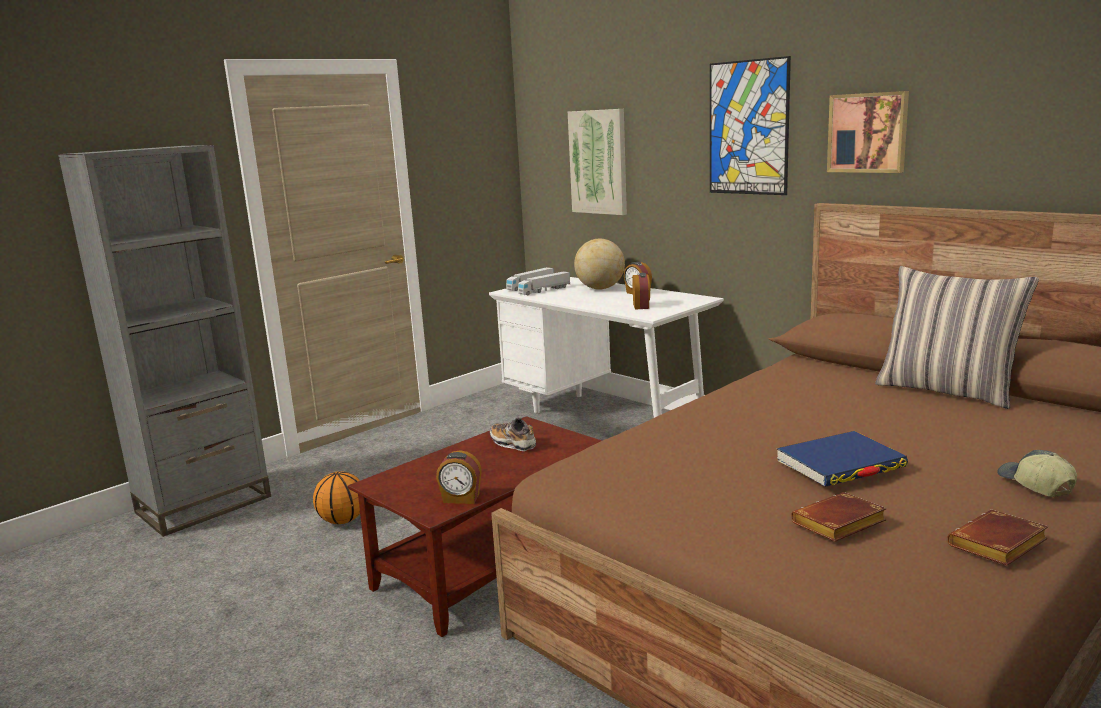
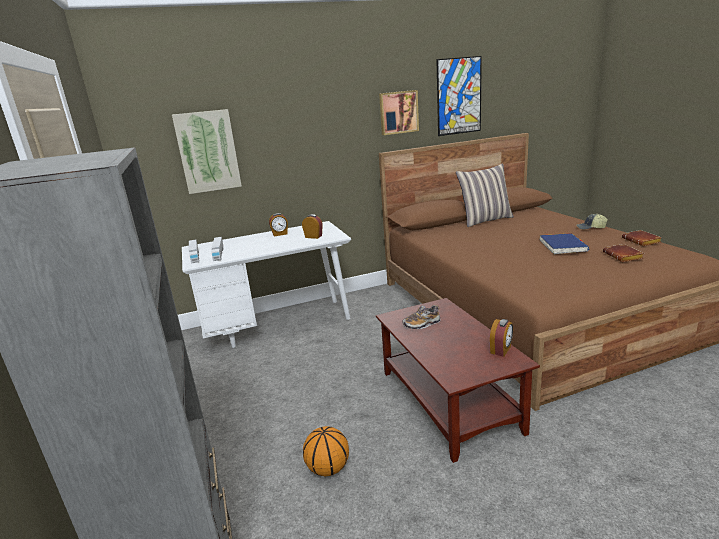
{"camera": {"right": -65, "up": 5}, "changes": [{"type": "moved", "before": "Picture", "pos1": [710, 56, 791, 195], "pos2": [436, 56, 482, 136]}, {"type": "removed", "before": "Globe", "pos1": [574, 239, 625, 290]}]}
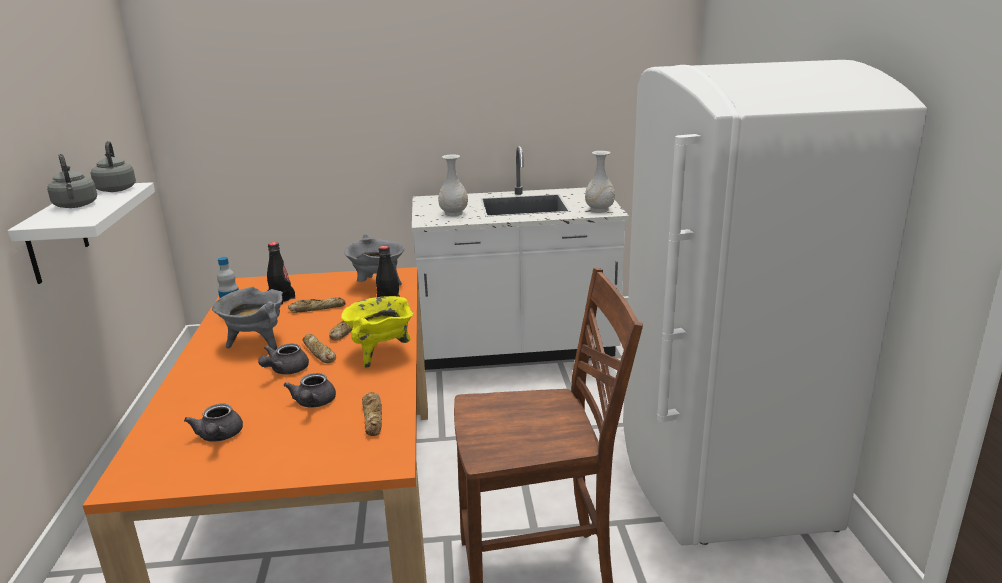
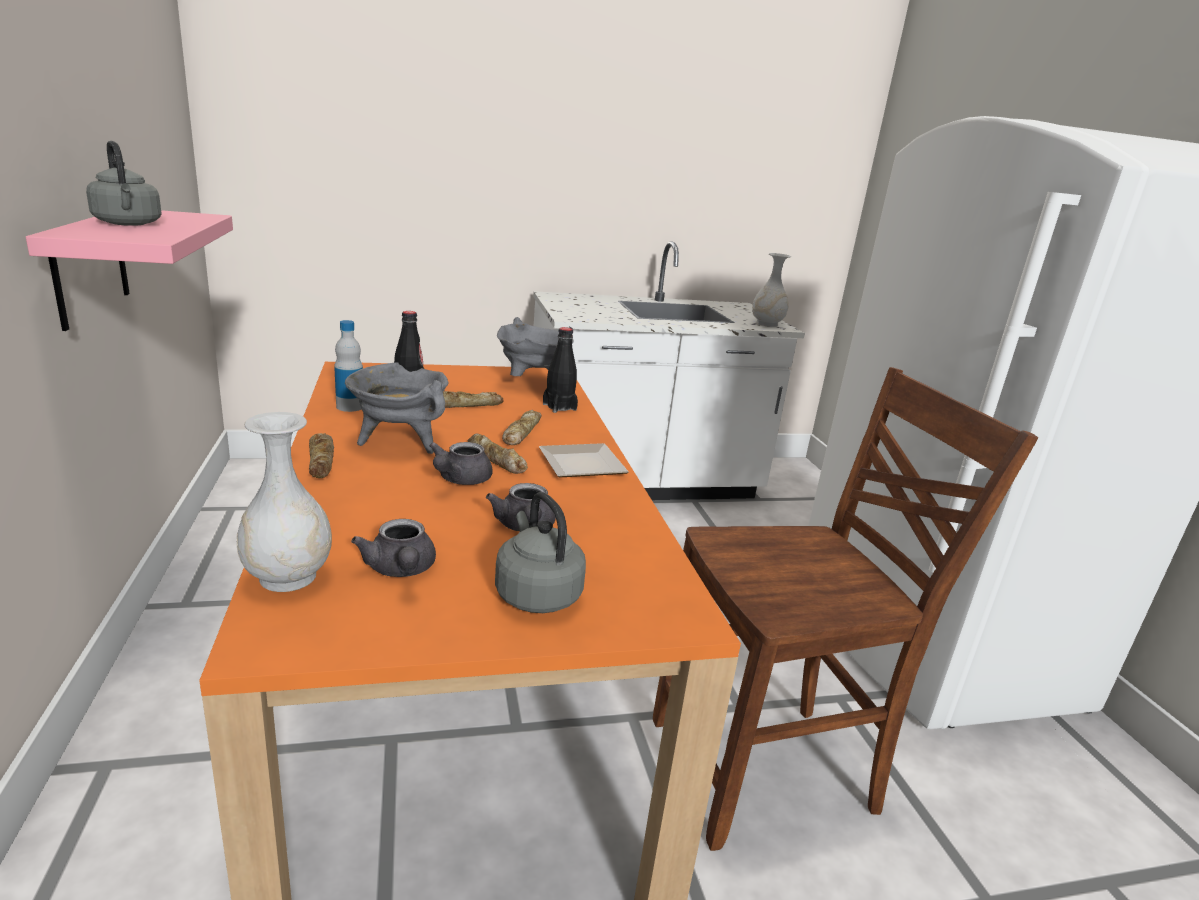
{"camera": {"right": -10, "up": 0}, "changes": [{"type": "moved", "before": "GreyishWaterKettle", "pos1": [91, 141, 136, 192], "pos2": [495, 492, 586, 613]}, {"type": "moved", "before": "WhitishFlowerVase", "pos1": [438, 154, 468, 216], "pos2": [236, 412, 332, 592]}, {"type": "recoloured", "before": "WhitishShelf", "after": "PinkShelf", "pos1": [8, 182, 155, 284], "pos2": [26, 210, 233, 331]}, {"type": "replaced", "before": "YellowishSaucepot", "after": "DinnerPlate", "pos1": [341, 296, 414, 368], "pos2": [539, 443, 629, 477]}, {"type": "moved", "before": "BakedBread", "pos1": [362, 392, 382, 436], "pos2": [309, 433, 334, 478]}]}
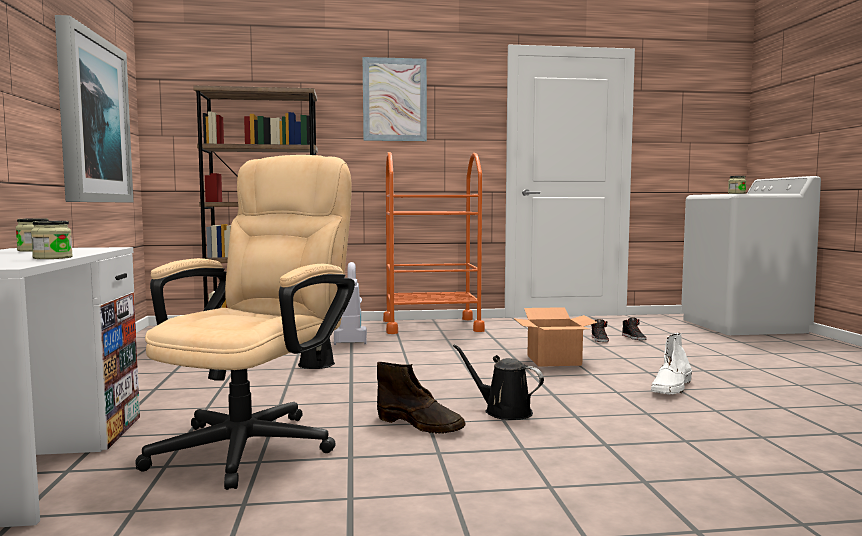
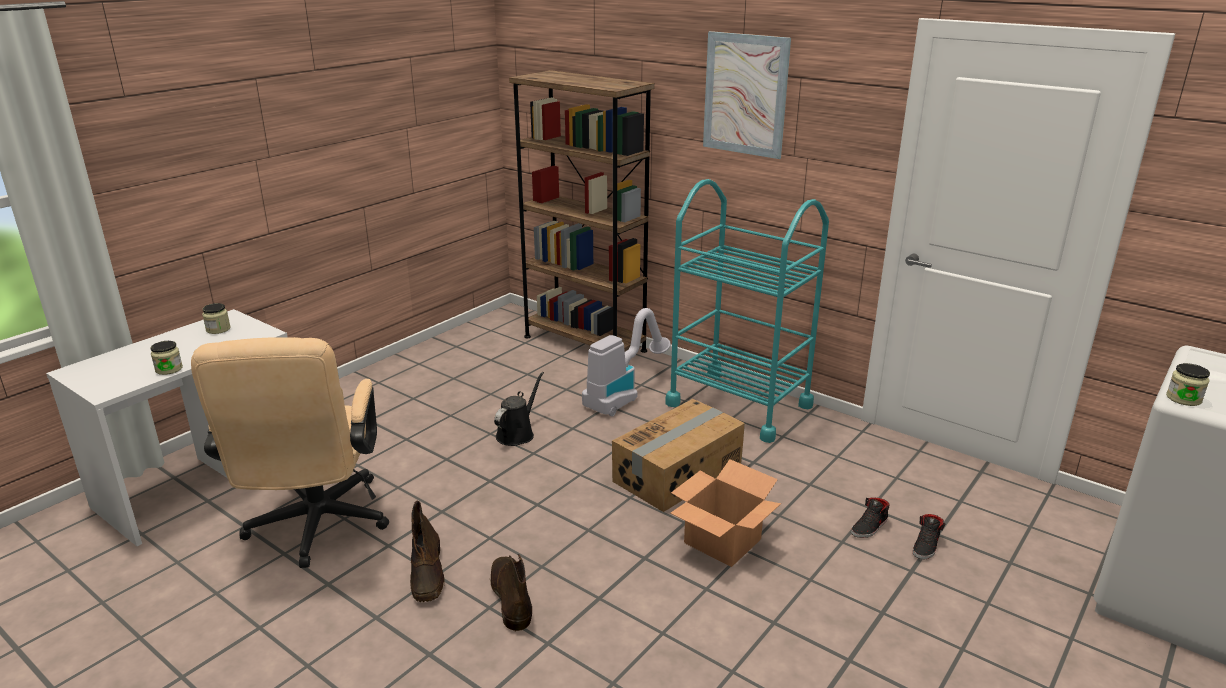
{"camera": {"right": 45, "up": 20}, "changes": [{"type": "removed", "before": "Picture", "pos1": [55, 15, 133, 202]}, {"type": "recoloured", "before": "OrangeyWheeledCart", "after": "TurquoiseWheeledCart", "pos1": [383, 152, 485, 334], "pos2": [665, 179, 829, 443]}, {"type": "turned", "before": "BeigeOfficeChair", "pos1": [135, 155, 355, 490], "pos2": [191, 337, 389, 568], "turn": 105}, {"type": "removed", "before": "WhitishHighTopBoot", "pos1": [651, 333, 692, 395]}, {"type": "replaced", "before": "BlackWateringCan", "after": "BrownColouredHighTopBoot", "pos1": [453, 344, 544, 420], "pos2": [490, 554, 532, 631]}, {"type": "added", "after": "PackingBox", "pos2": [612, 399, 745, 512]}]}
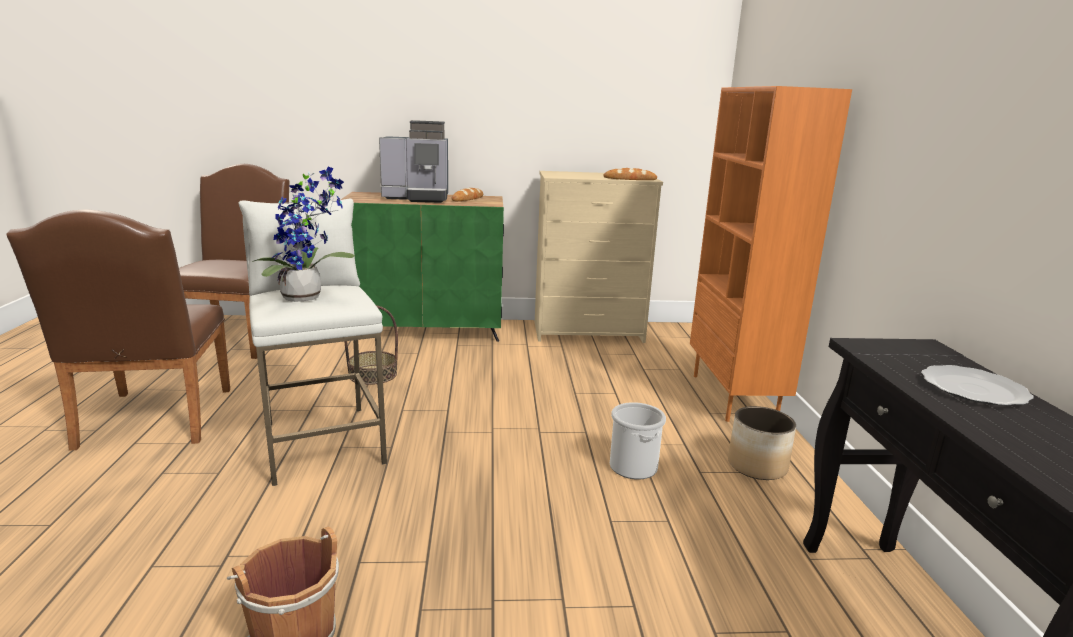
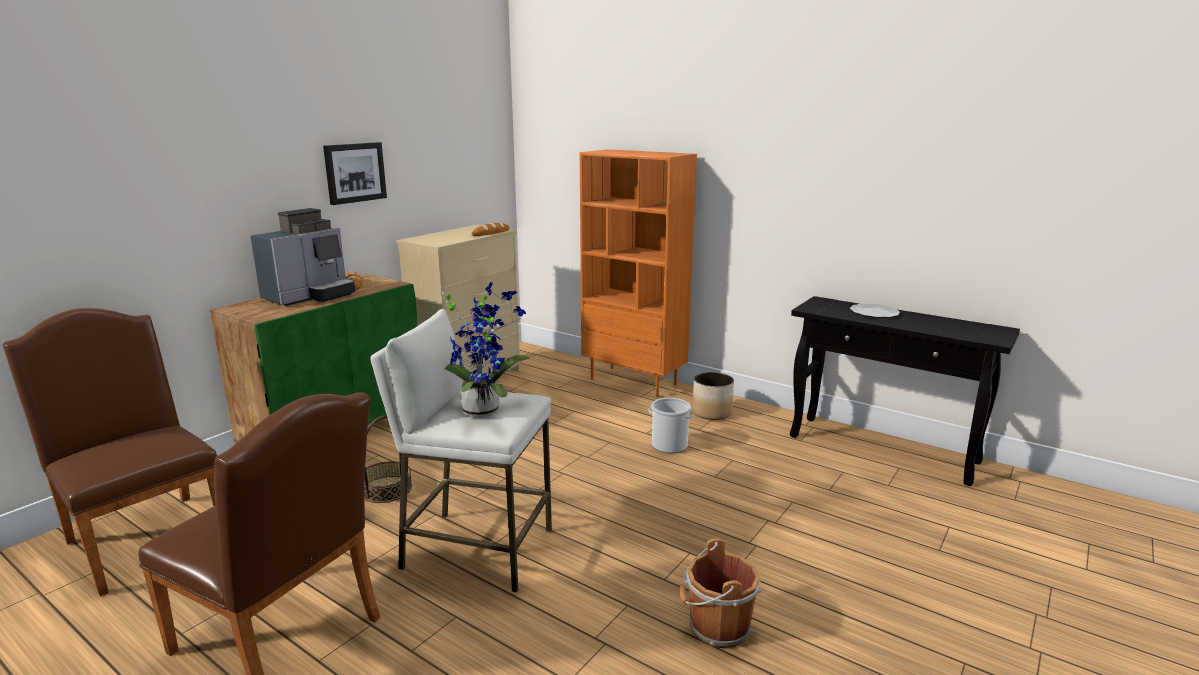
{"camera": {"right": -50, "up": 0}, "changes": [{"type": "added", "after": "Picture", "pos2": [323, 142, 387, 205]}]}
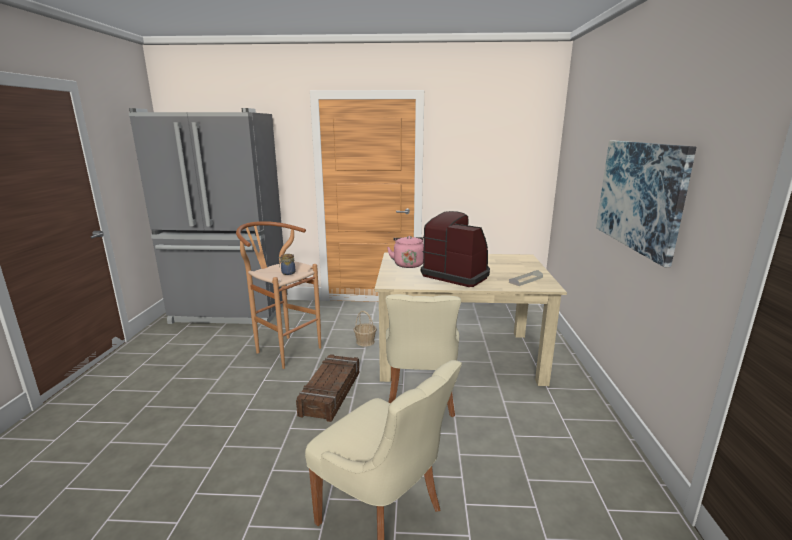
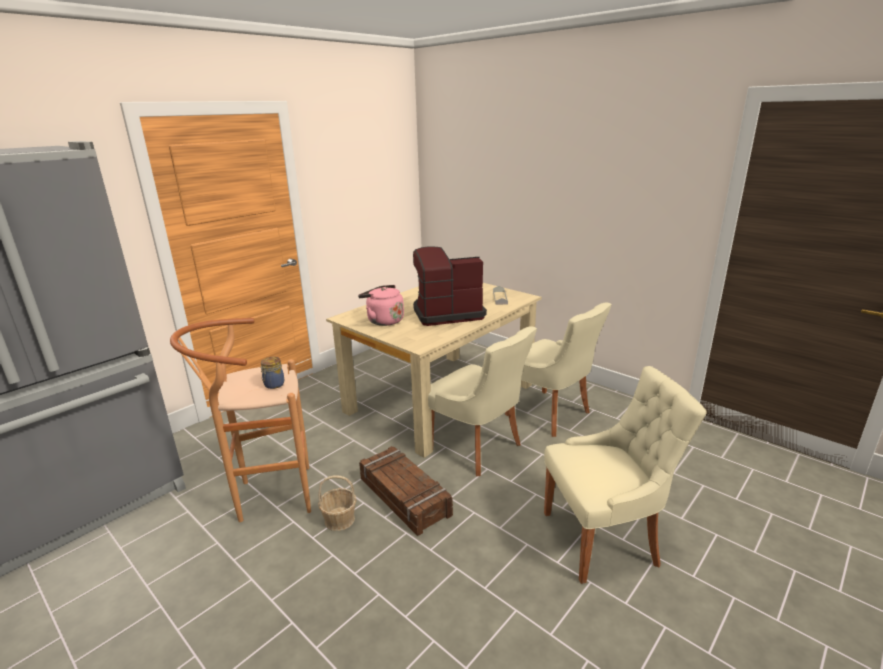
{"camera": {"right": -50, "up": 5}, "changes": [{"type": "removed", "before": "Picture", "pos1": [596, 141, 696, 267]}, {"type": "moved", "before": "Basket", "pos1": [354, 311, 377, 347], "pos2": [318, 475, 357, 531]}, {"type": "added", "after": "BeigeChair", "pos2": [505, 302, 612, 437]}]}
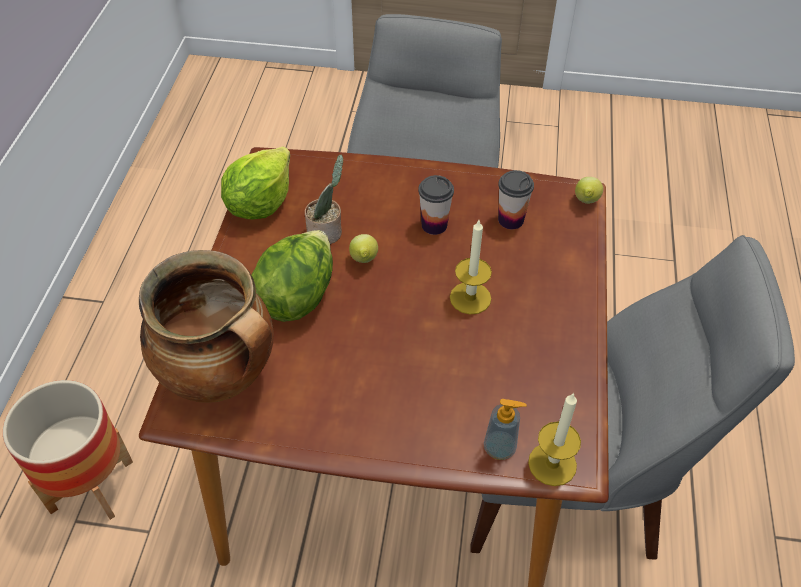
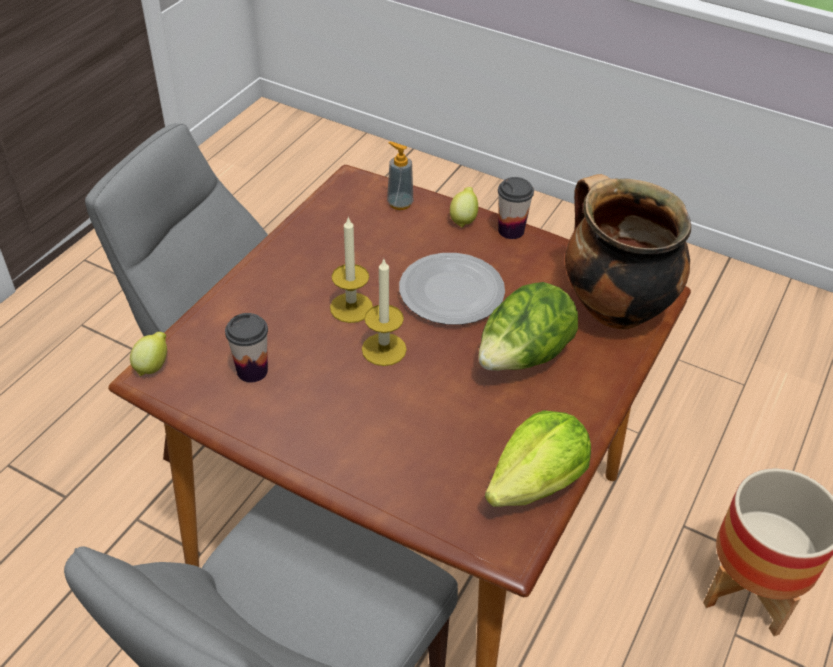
{"camera": {"right": -160, "up": -5}, "changes": [{"type": "removed", "before": "Houseplant", "pos1": [305, 155, 343, 244]}, {"type": "moved", "before": "SmallCup", "pos1": [418, 175, 454, 235], "pos2": [498, 177, 534, 239]}, {"type": "moved", "before": "CitrusFruit", "pos1": [349, 234, 378, 263], "pos2": [450, 187, 478, 228]}, {"type": "moved", "before": "Candle", "pos1": [528, 392, 581, 486], "pos2": [362, 259, 407, 366]}, {"type": "added", "after": "DinnerPlate", "pos2": [399, 253, 505, 325]}]}
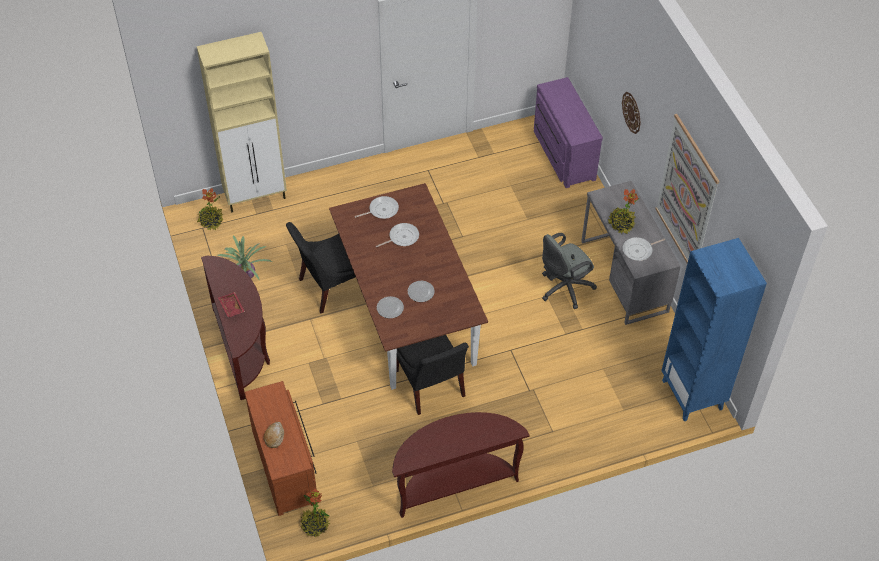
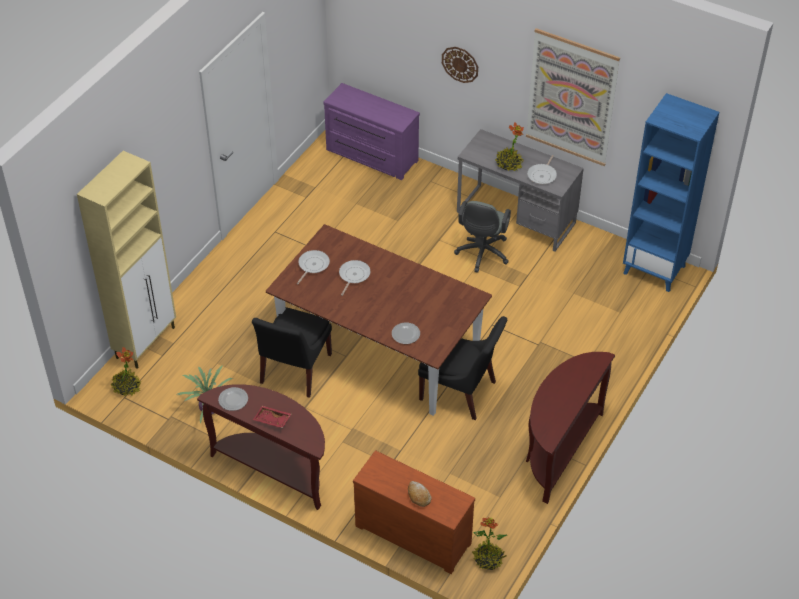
{"camera": {"right": -40, "up": -5}, "changes": [{"type": "moved", "before": "DinnerPlate", "pos1": [408, 281, 435, 302], "pos2": [218, 387, 248, 411]}]}
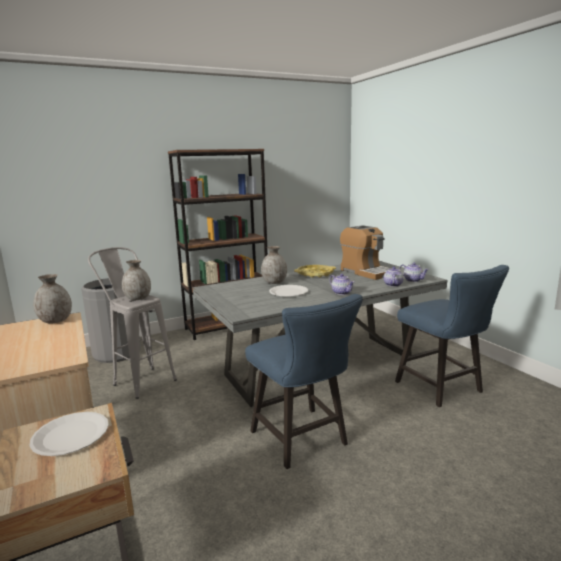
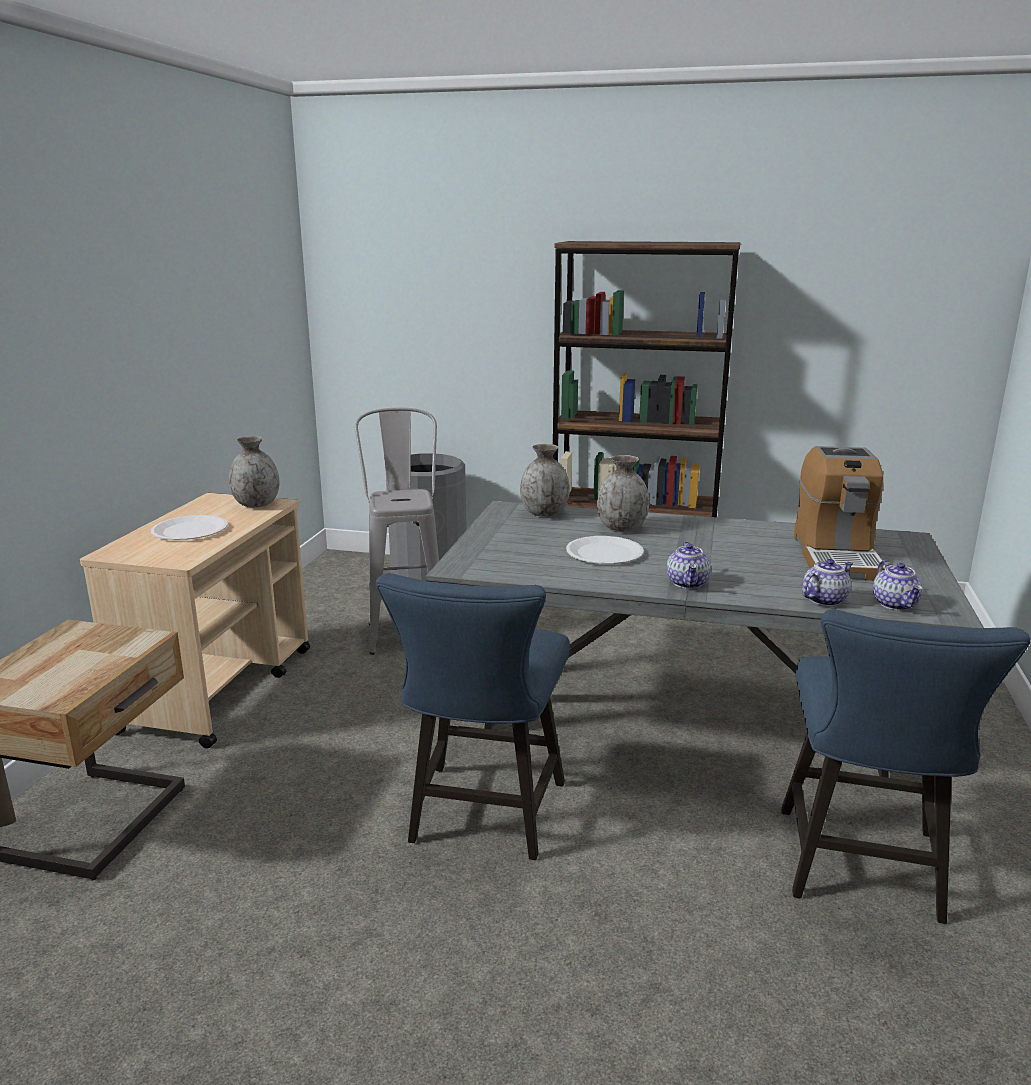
{"camera": {"right": 40, "up": 5}, "changes": [{"type": "moved", "before": "GreyishFlowerVase", "pos1": [122, 260, 151, 300], "pos2": [520, 444, 570, 517]}, {"type": "removed", "before": "YellowishCarryingTray", "pos1": [294, 265, 336, 278]}, {"type": "moved", "before": "WhitishDinnerPlate", "pos1": [30, 412, 109, 456], "pos2": [151, 515, 228, 540]}]}
